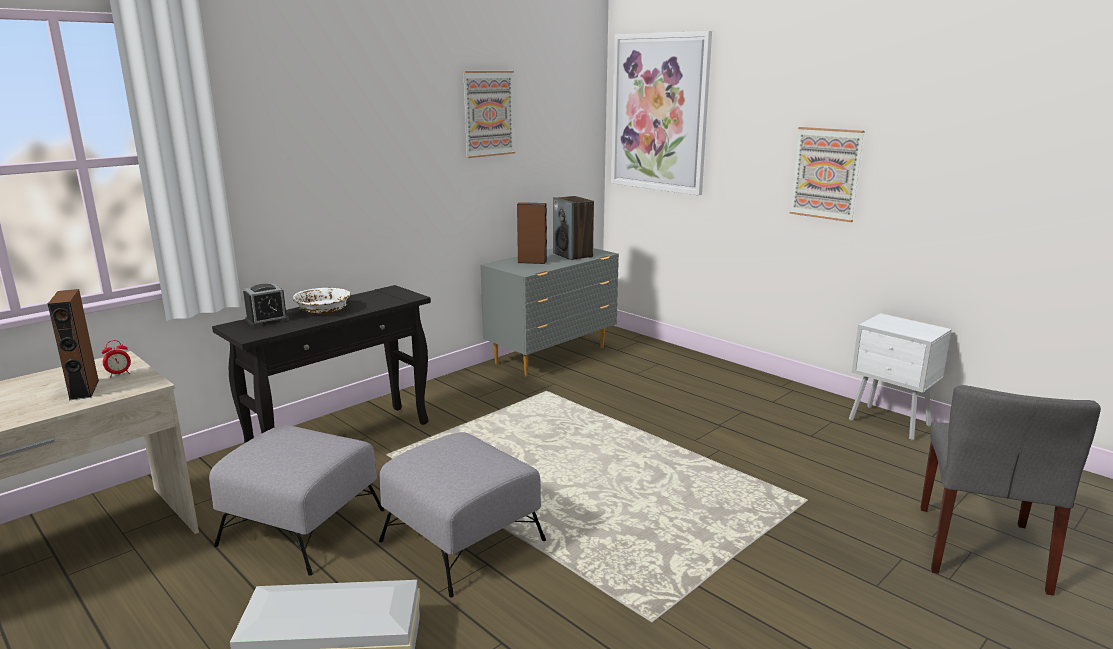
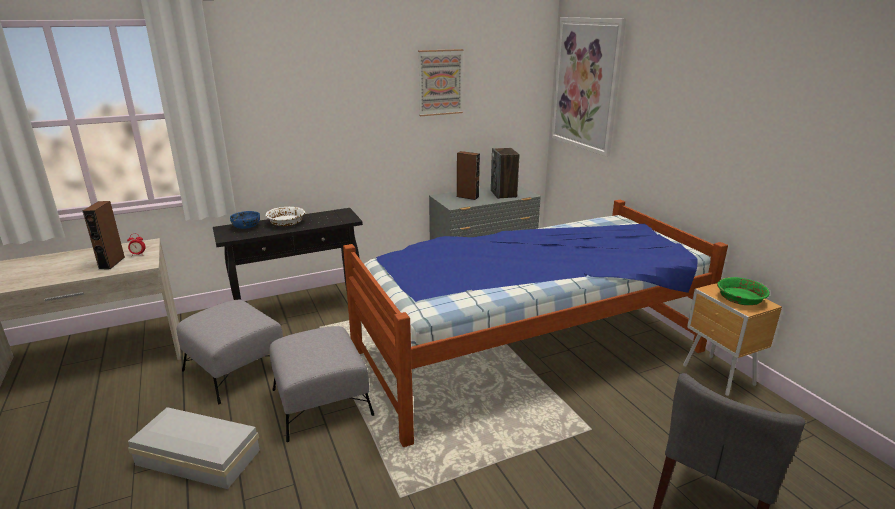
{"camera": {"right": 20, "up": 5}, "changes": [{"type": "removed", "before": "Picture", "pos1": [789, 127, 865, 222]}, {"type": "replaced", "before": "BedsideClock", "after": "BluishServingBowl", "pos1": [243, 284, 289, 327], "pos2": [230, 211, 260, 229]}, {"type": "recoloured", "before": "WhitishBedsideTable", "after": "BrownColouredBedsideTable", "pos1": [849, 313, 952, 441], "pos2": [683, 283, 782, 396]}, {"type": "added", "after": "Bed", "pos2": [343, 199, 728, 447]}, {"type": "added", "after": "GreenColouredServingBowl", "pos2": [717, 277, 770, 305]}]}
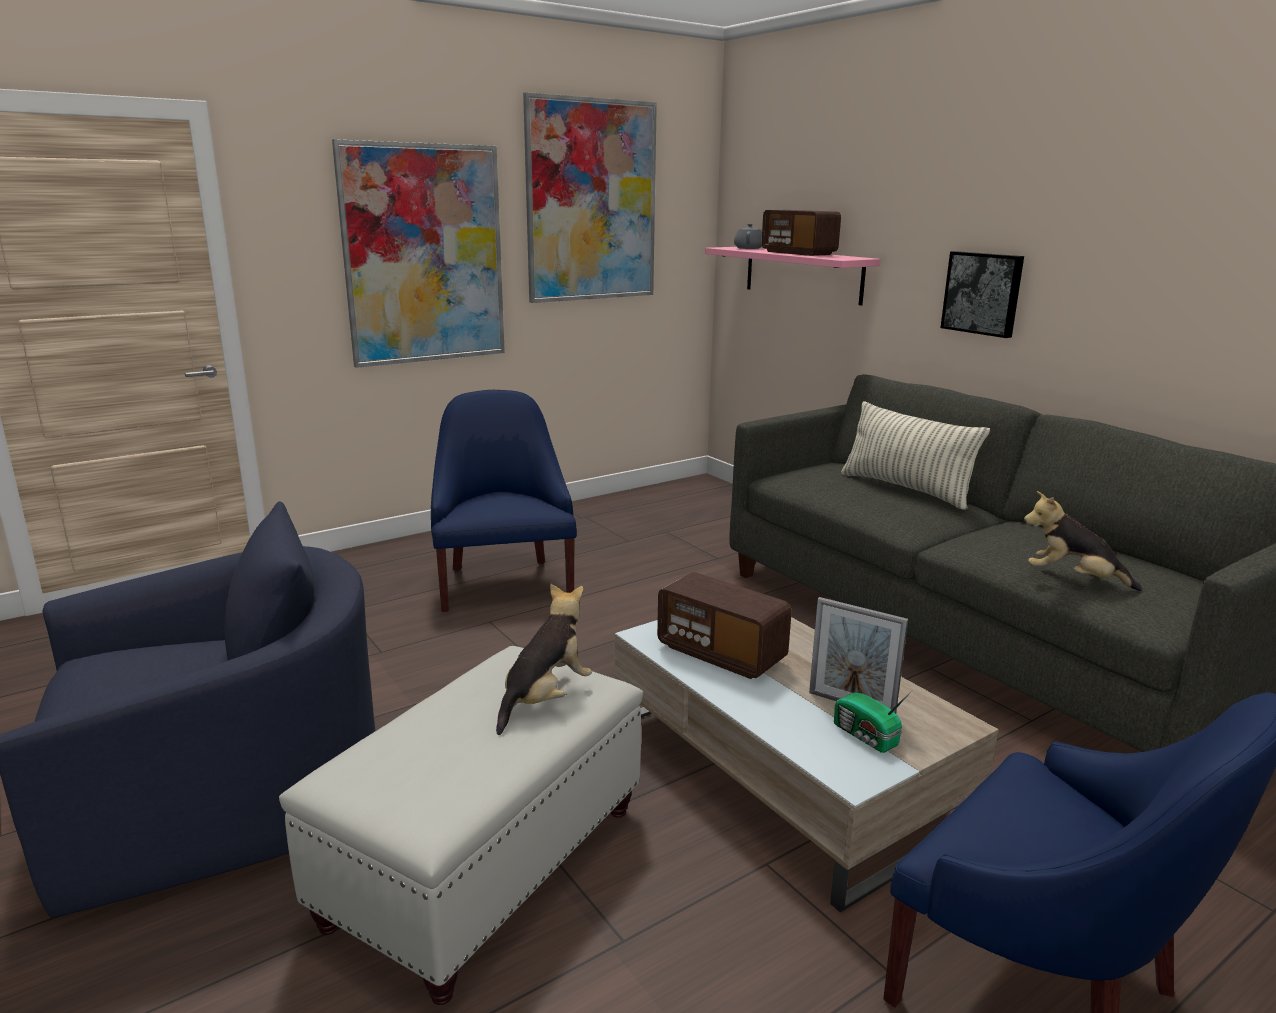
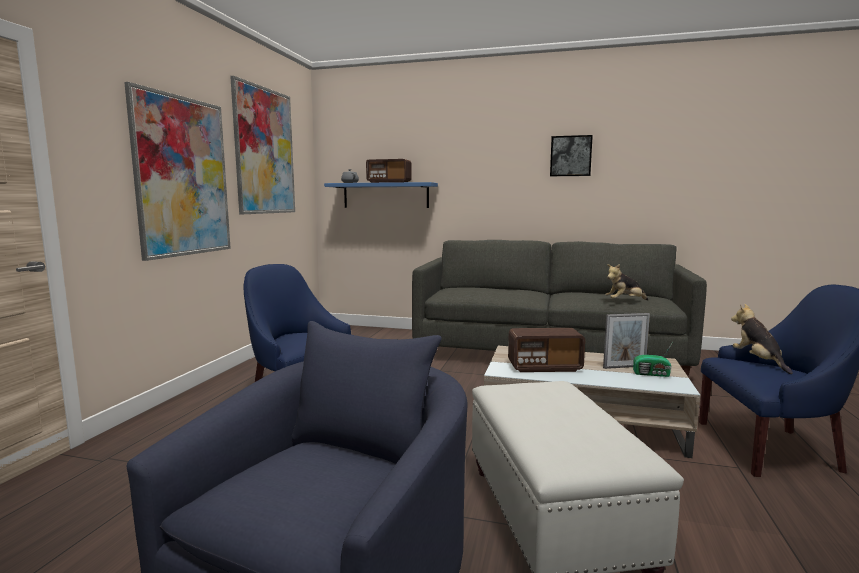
{"camera": {"right": -40, "up": -10}, "changes": [{"type": "recoloured", "before": "PinkShelf", "after": "BluishShelf", "pos1": [705, 247, 880, 305], "pos2": [324, 182, 438, 208]}, {"type": "moved", "before": "Picture", "pos1": [940, 251, 1024, 338], "pos2": [550, 135, 593, 176]}, {"type": "removed", "before": "Pillow", "pos1": [841, 401, 990, 510]}, {"type": "moved", "before": "CuddlyToy", "pos1": [496, 584, 592, 735], "pos2": [731, 304, 793, 374]}]}
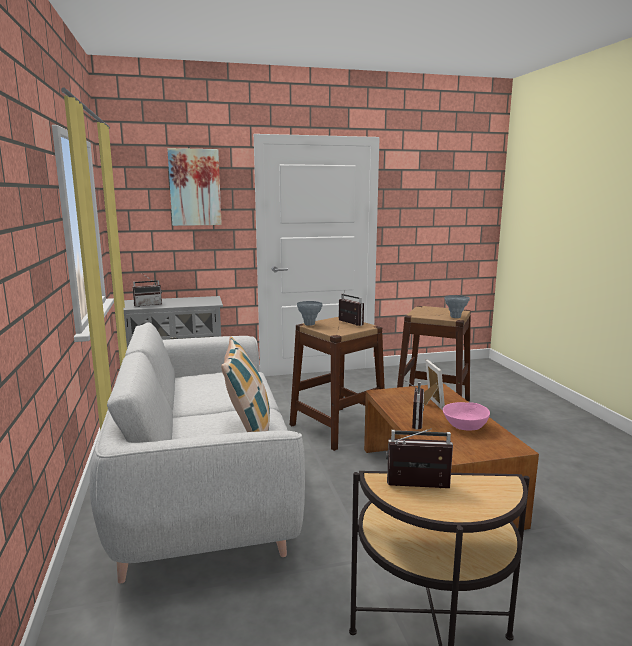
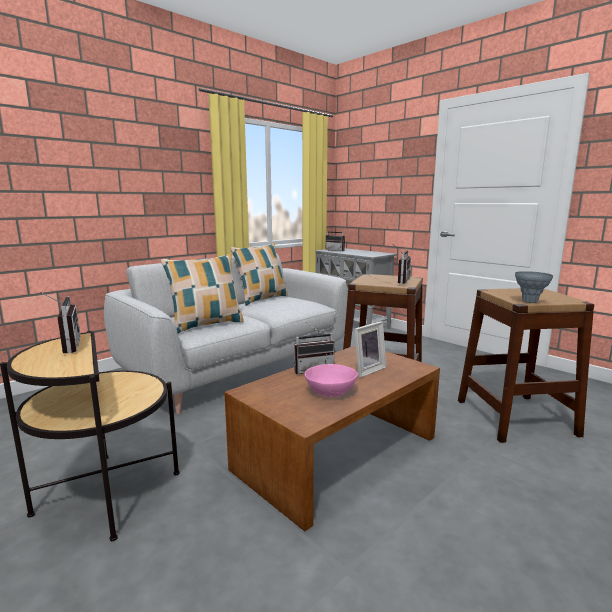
{"camera": {"right": 60, "up": 0}, "changes": [{"type": "removed", "before": "Picture", "pos1": [167, 148, 222, 226]}, {"type": "removed", "before": "GreyishFlowerVase", "pos1": [297, 301, 322, 326]}, {"type": "added", "after": "Pillow", "pos2": [230, 243, 288, 306]}]}
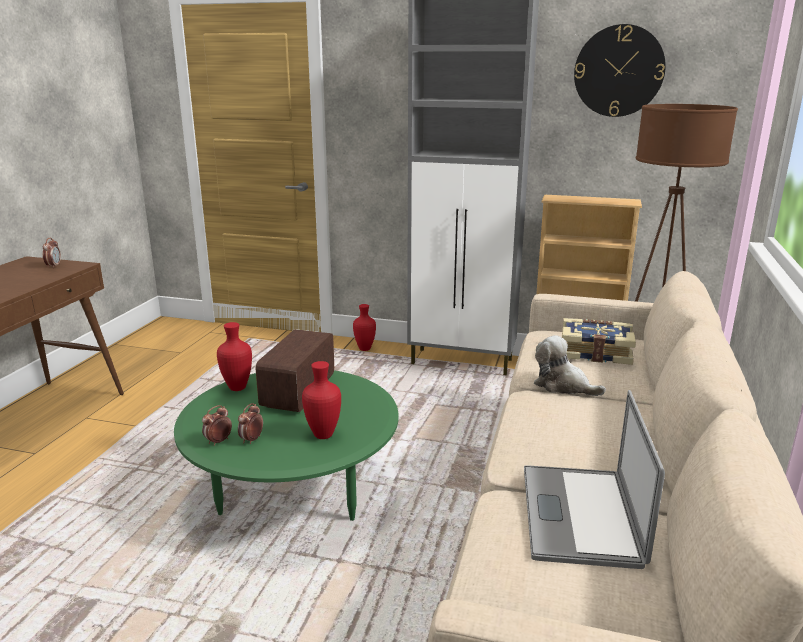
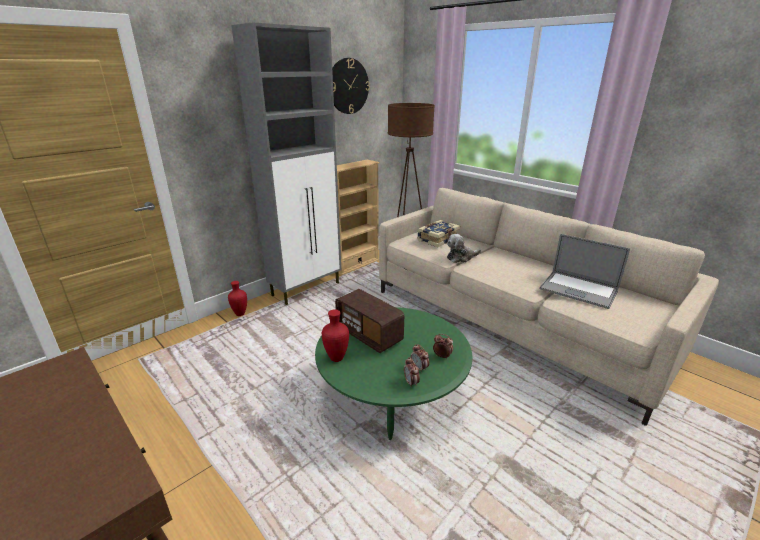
{"camera": {"right": -60, "up": 5}, "changes": [{"type": "moved", "before": "BedsideClock", "pos1": [43, 238, 61, 268], "pos2": [433, 334, 453, 359]}, {"type": "removed", "before": "ReddishFlowerVase", "pos1": [302, 361, 341, 439]}]}
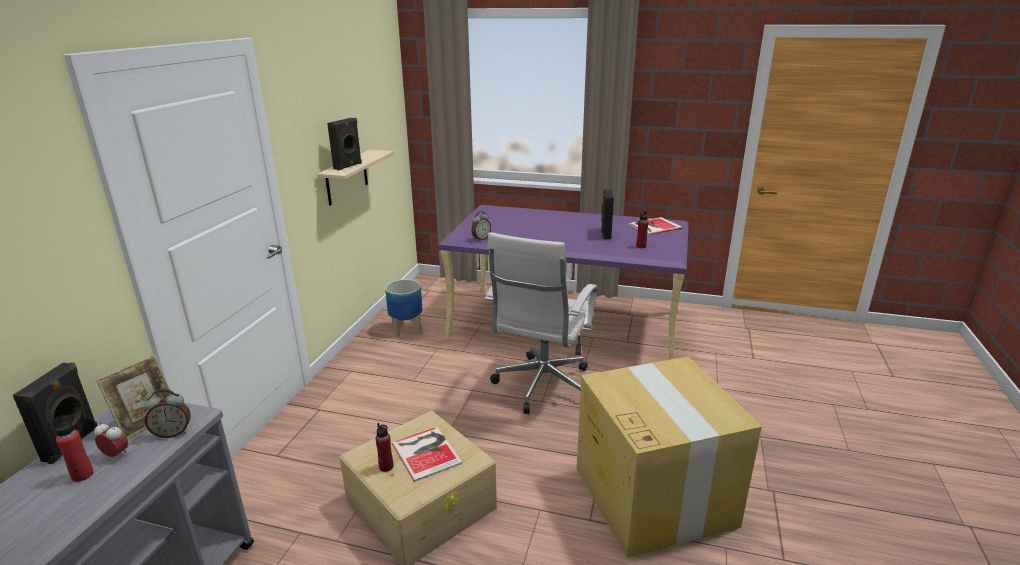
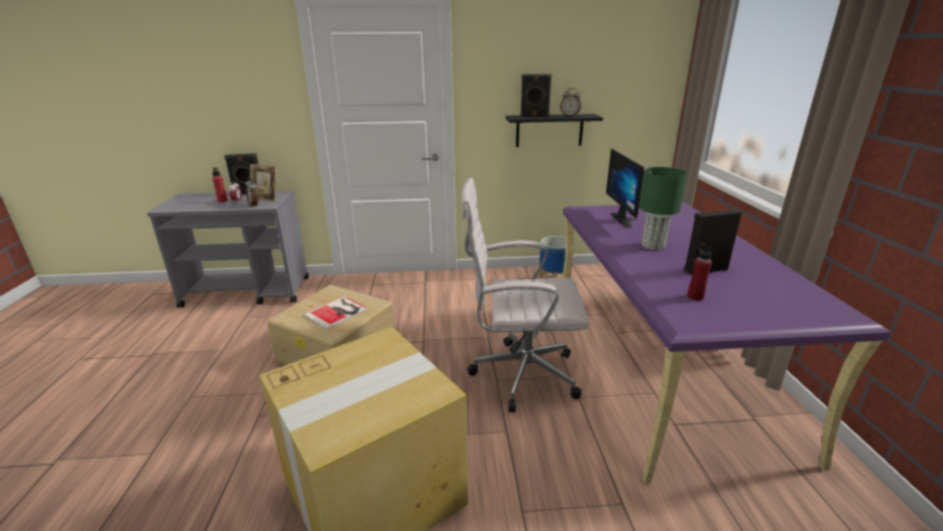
{"camera": {"right": 70, "up": 0}, "changes": [{"type": "recoloured", "before": "BeigeShelf", "after": "BlackShelf", "pos1": [317, 150, 394, 206], "pos2": [505, 114, 603, 147]}, {"type": "moved", "before": "BedsideClock", "pos1": [471, 211, 491, 241], "pos2": [560, 88, 581, 117]}, {"type": "removed", "before": "Volume", "pos1": [628, 217, 683, 235]}, {"type": "removed", "before": "ReddishBeverageBottle", "pos1": [375, 423, 393, 472]}, {"type": "added", "after": "Monitor", "pos2": [606, 149, 644, 228]}, {"type": "added", "after": "GreenColouredLampForATable", "pos2": [639, 167, 687, 250]}]}
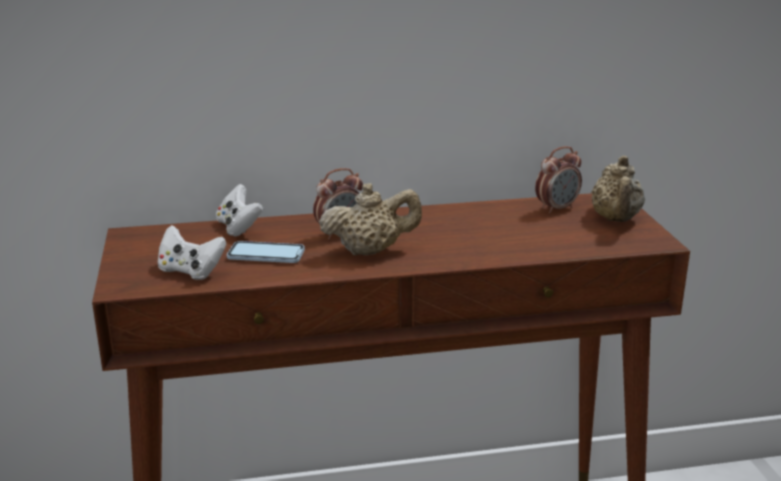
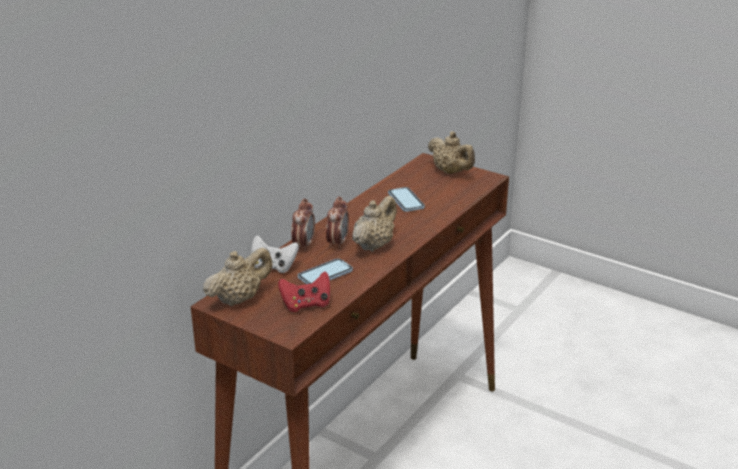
{"camera": {"right": -45, "up": 5}, "changes": [{"type": "moved", "before": "BedsideClock", "pos1": [535, 146, 582, 214], "pos2": [291, 198, 315, 251]}, {"type": "recoloured", "before": "WhitishJoypad", "after": "ReddishJoypad", "pos1": [158, 225, 227, 280], "pos2": [278, 272, 330, 312]}, {"type": "added", "after": "Handset", "pos2": [388, 187, 425, 212]}, {"type": "added", "after": "BeigeTeaPot", "pos2": [203, 247, 272, 306]}]}
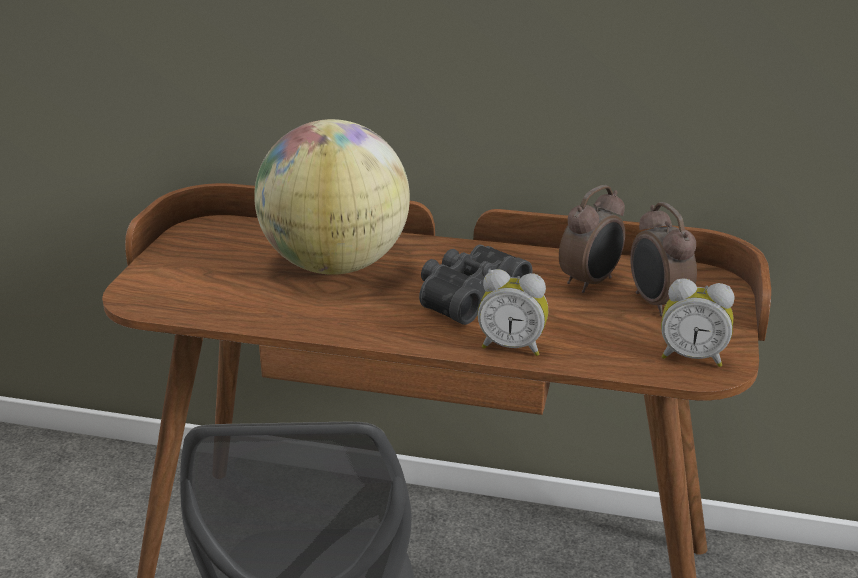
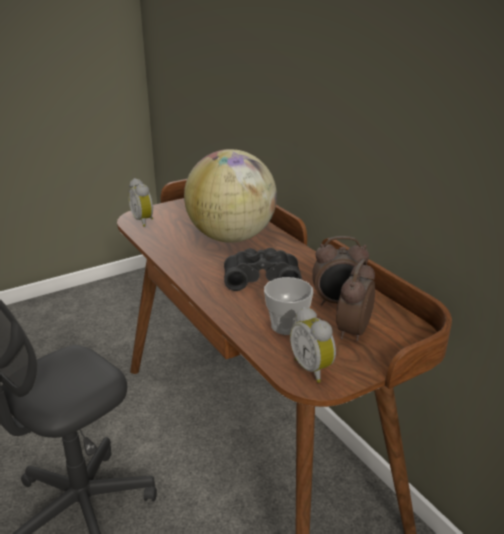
{"camera": {"right": 45, "up": 0}, "changes": [{"type": "moved", "before": "BedsideClock", "pos1": [478, 269, 548, 356], "pos2": [128, 178, 153, 227]}, {"type": "added", "after": "SmallCup", "pos2": [264, 277, 314, 335]}]}
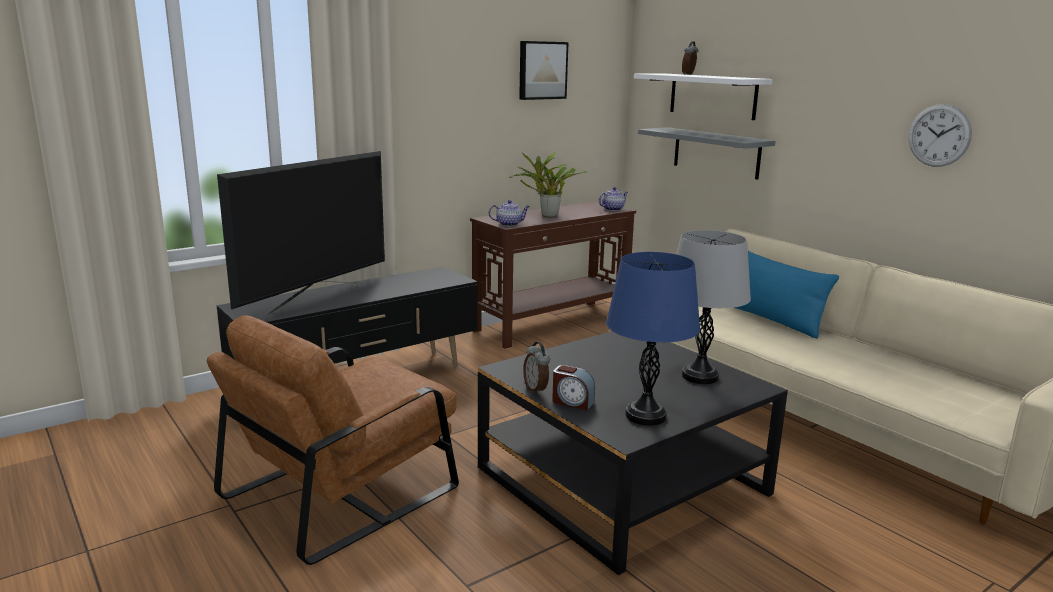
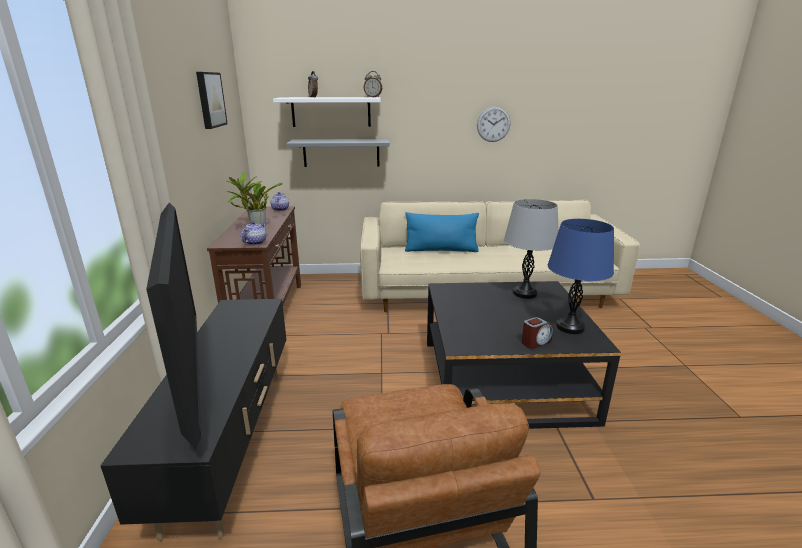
{"camera": {"right": -55, "up": 5}, "changes": [{"type": "moved", "before": "BedsideClock", "pos1": [523, 342, 550, 395], "pos2": [364, 71, 382, 98]}]}
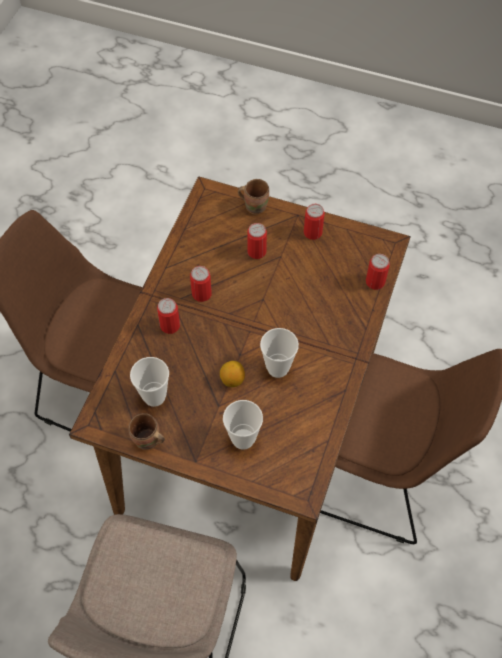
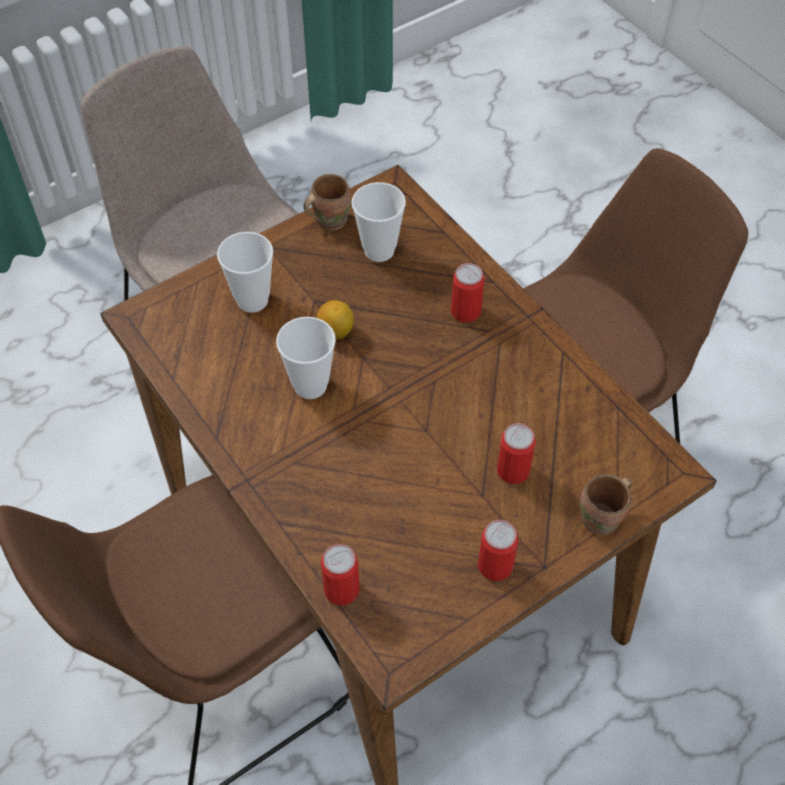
{"camera": {"right": 125, "up": -5}, "changes": [{"type": "removed", "before": "SealedCan", "pos1": [190, 266, 212, 302]}]}
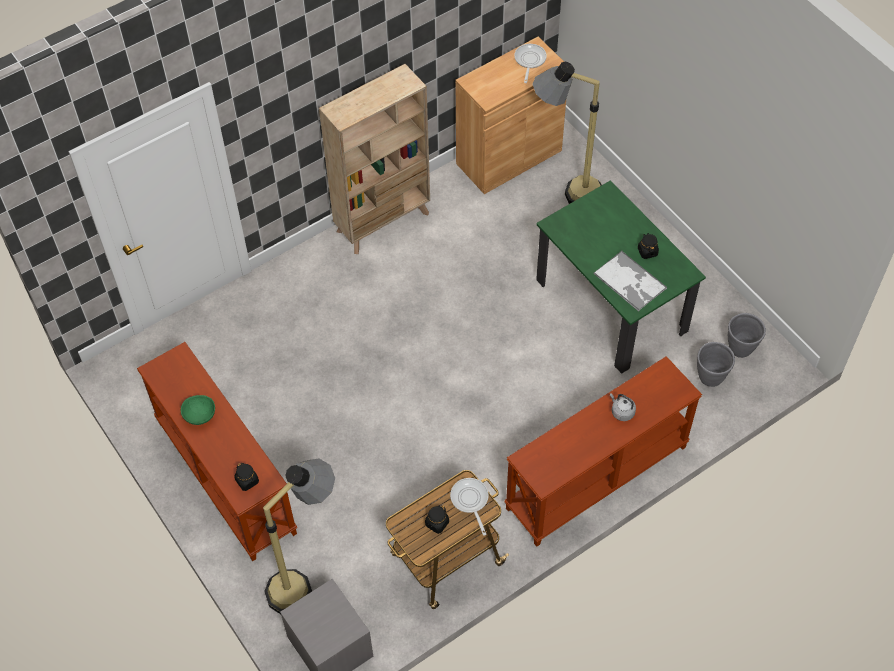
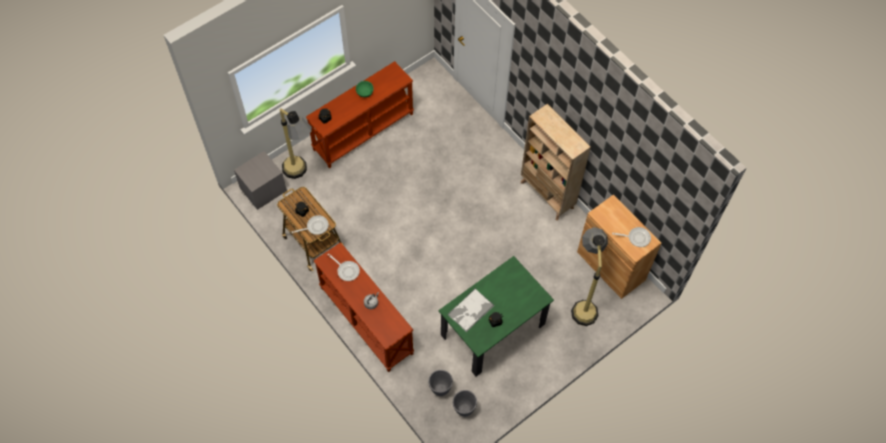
{"camera": {"right": 85, "up": 5}, "changes": [{"type": "added", "after": "Skillet", "pos2": [327, 253, 360, 281]}]}
